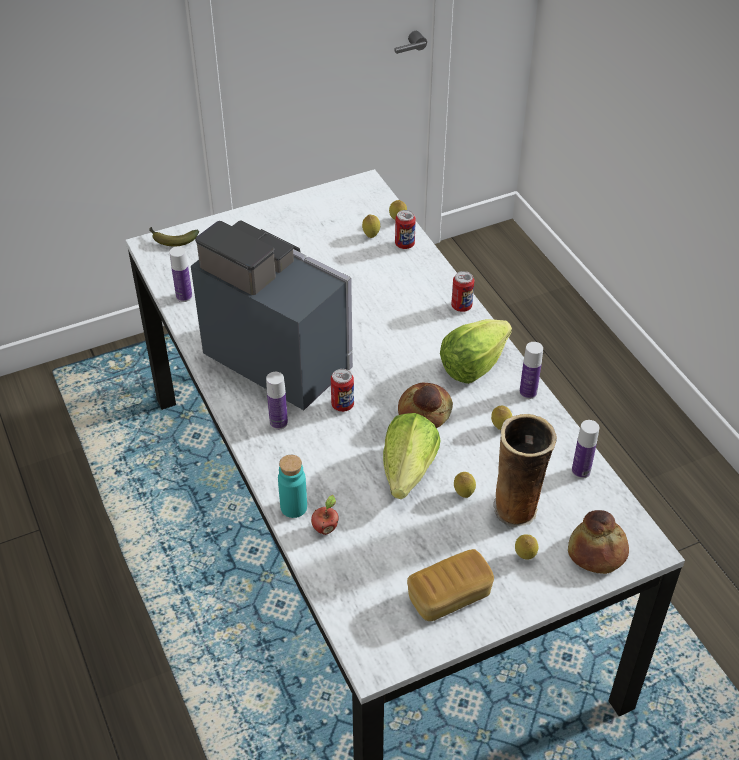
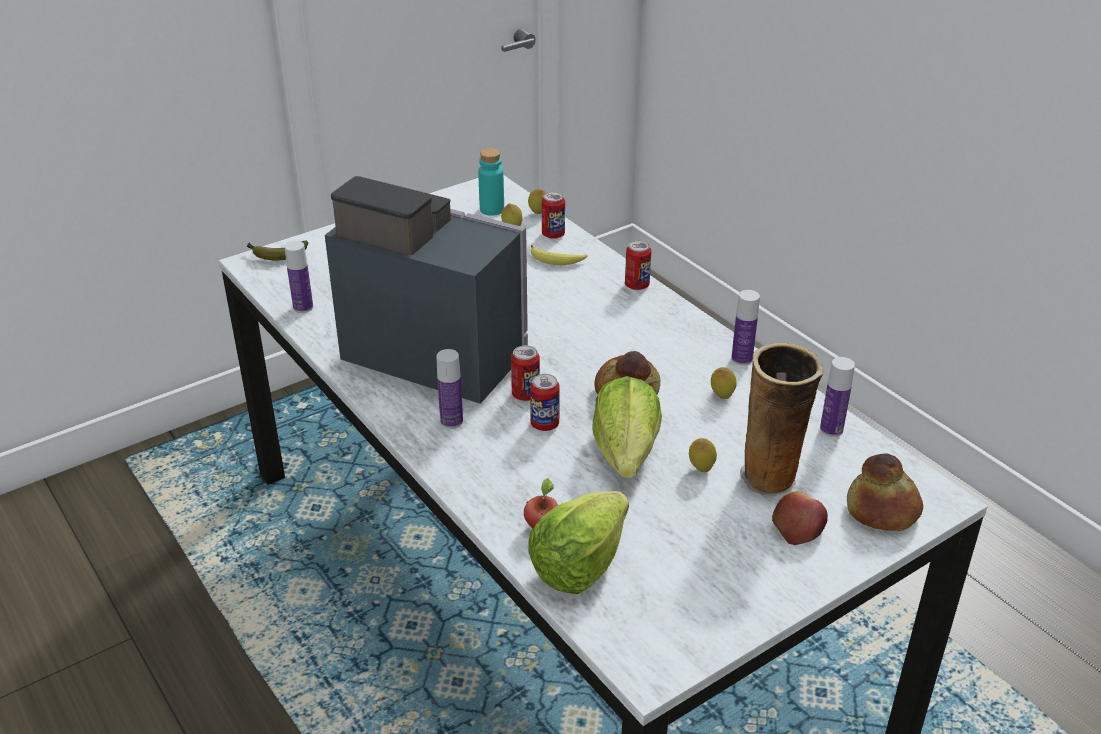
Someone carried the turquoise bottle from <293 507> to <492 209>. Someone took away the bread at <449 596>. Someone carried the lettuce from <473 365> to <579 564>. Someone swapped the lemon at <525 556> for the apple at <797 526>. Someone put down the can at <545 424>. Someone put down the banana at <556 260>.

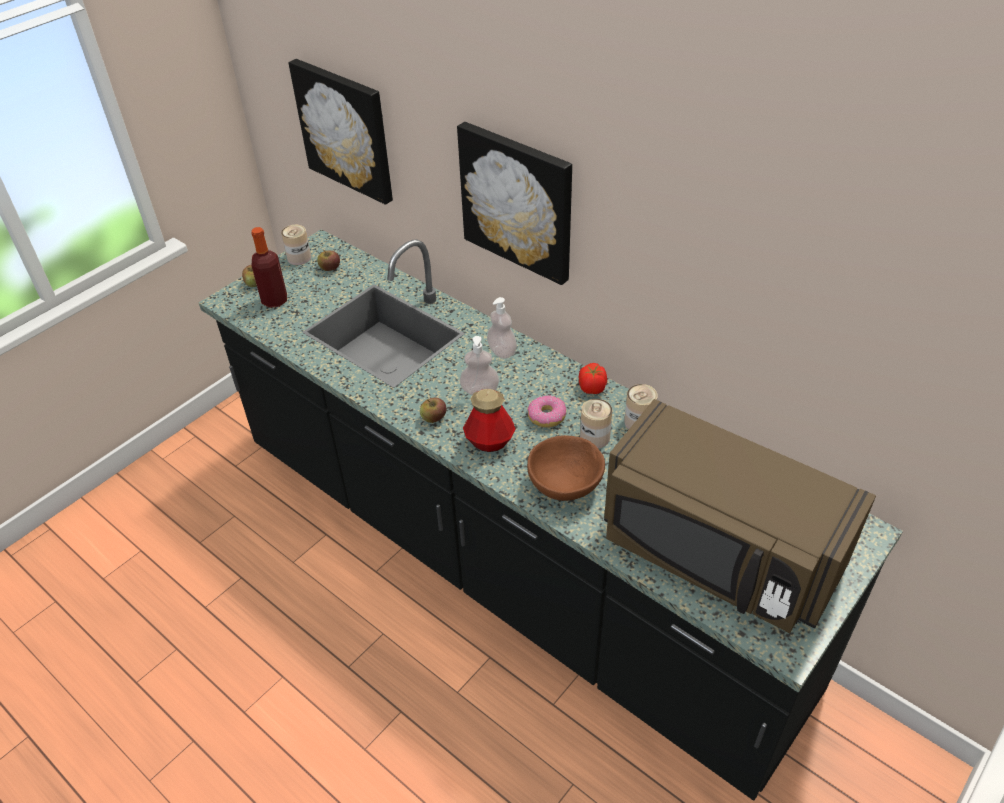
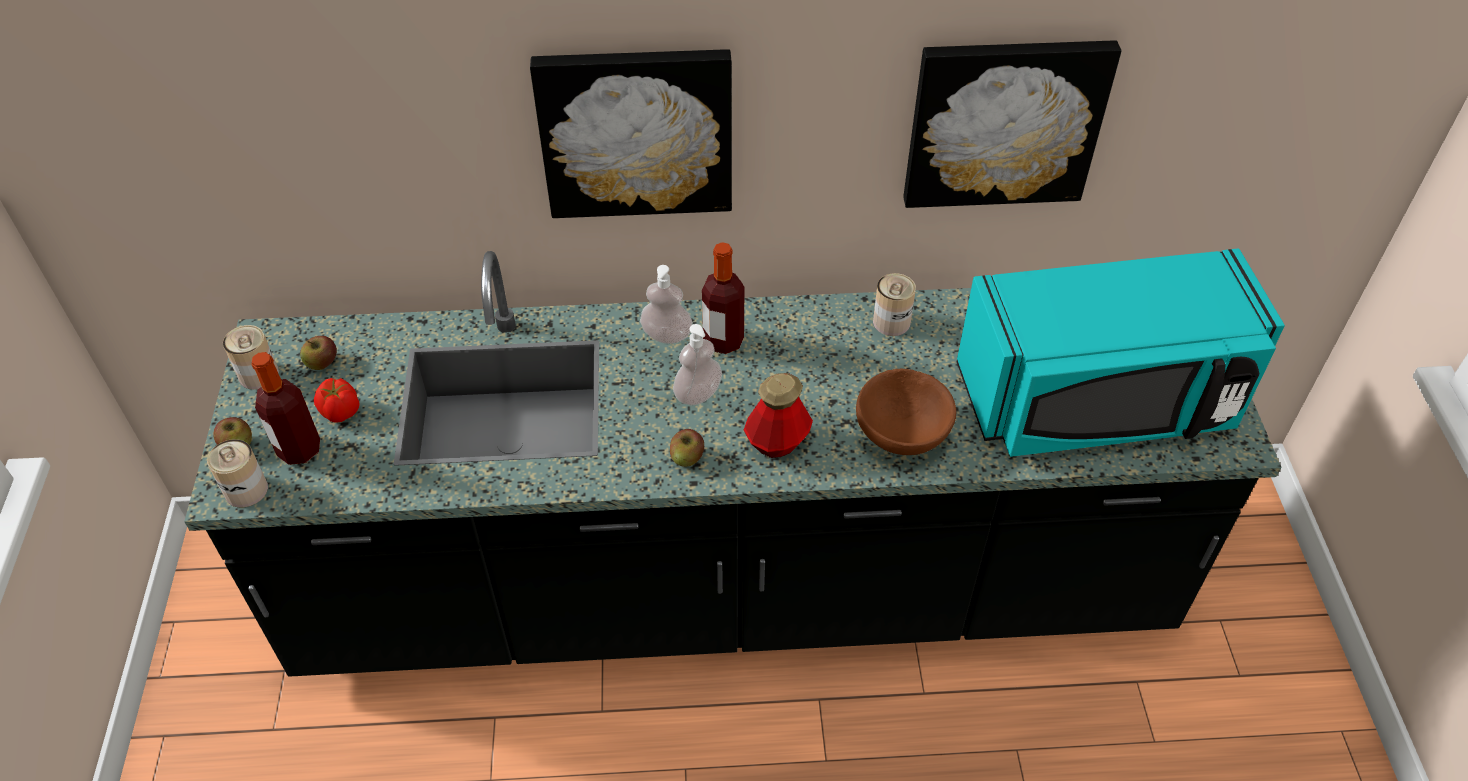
Someone carried the picture from <346 129> to <1004 121>. Someone took away the donut at <547 416>. Someone carried the tomato from <591 388> to <340 412>. Someone carried the can from <595 437> to <246 490>. Someone repainted the brown microwave at <717 554>, which became the turquoise microwave at <1100 402>. Someone put down the bottle at <723 341>.

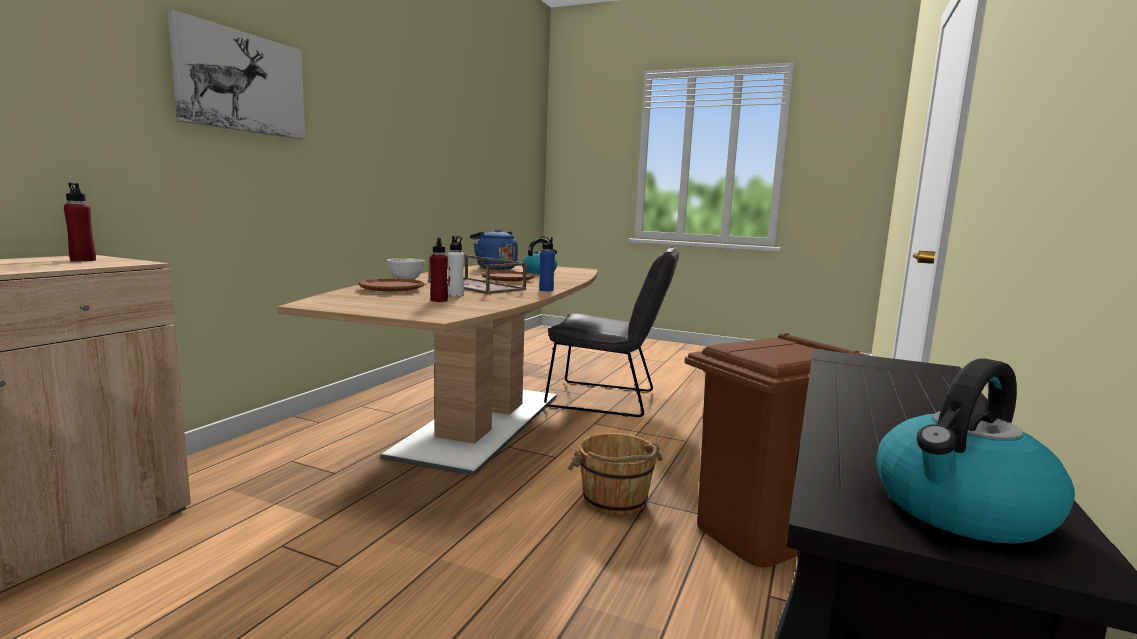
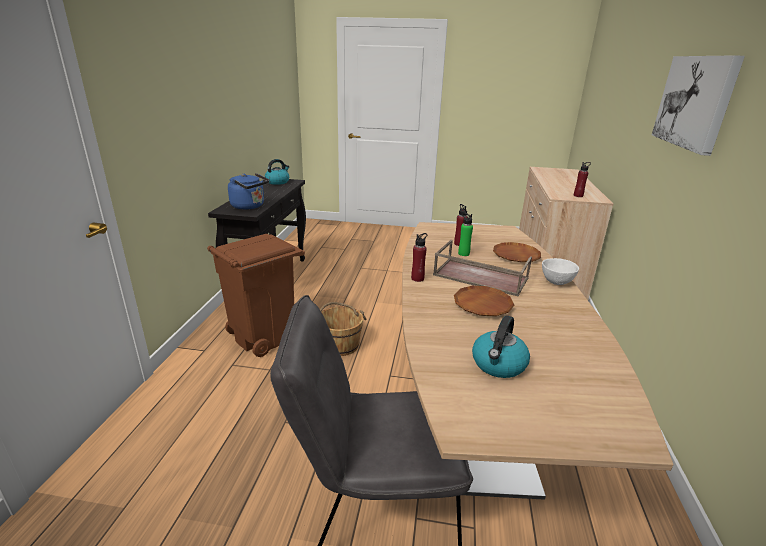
Someone repainted the white bottle at <455 295>, which became the green bottle at <463 253>. Someone carried the blue kettle from <494 268> to <250 206>. Someone repainted the blue bottle at <546 290>, which became the red bottle at <417 278>.

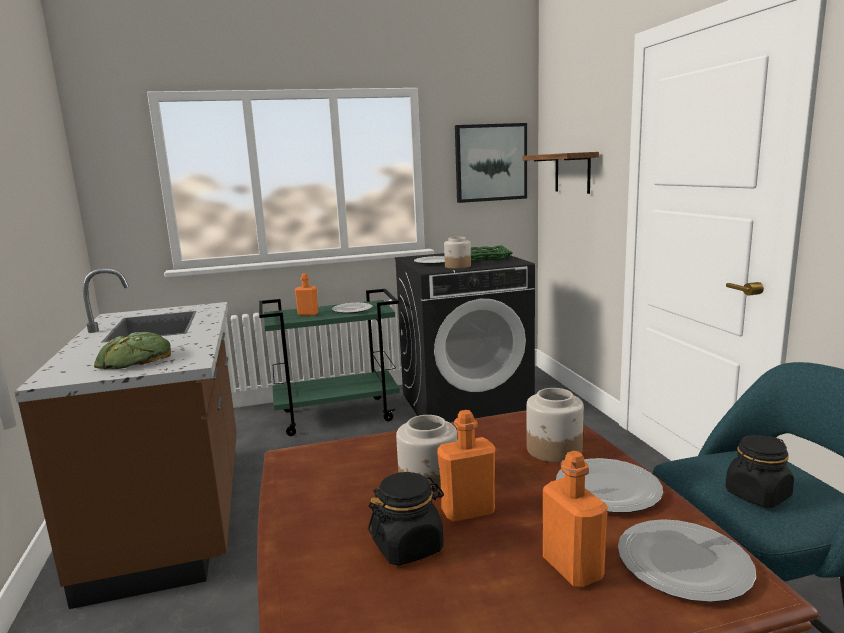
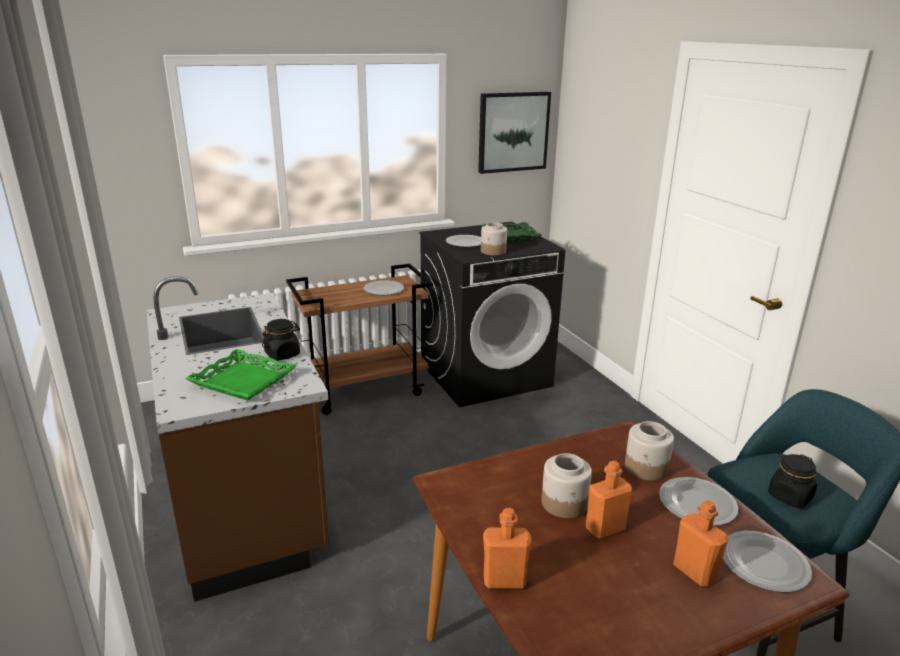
Someone swapped the bread at <135 359> for the green tray at <244 380>. Someone repainted the green cart at <338 415>, which became the brown cart at <365 390>. Someone carried the orange bottle from <308 314> to <504 580>. Someone carried the black jar from <408 546> to <282 354>. Someone took away the shelf at <572 172>.

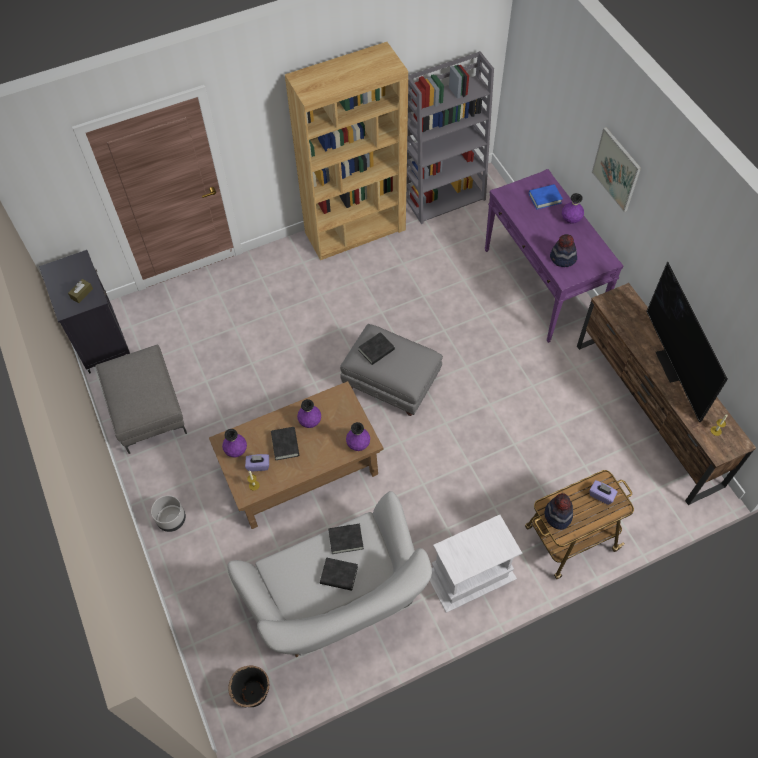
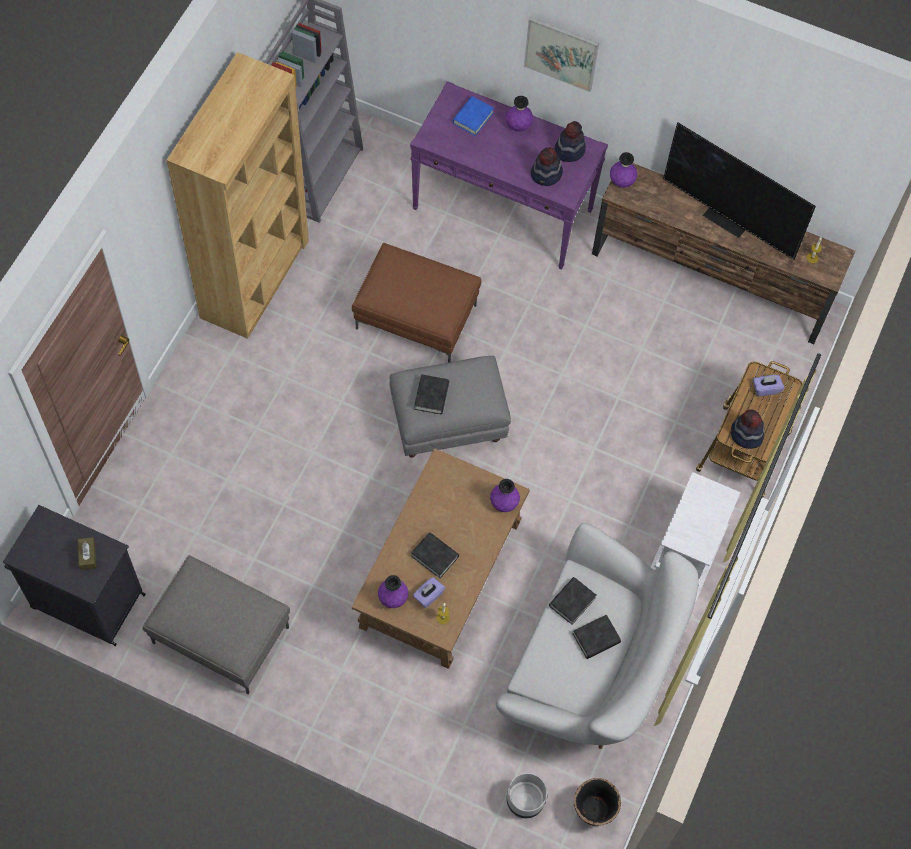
Someone carried the grey planter from <171 520> to <525 800>. Someone carried the purple vase from <310 422> to <621 182>. Someone put down the brown ottoman at <417 316>. Someone put down the hat at <569 150>.

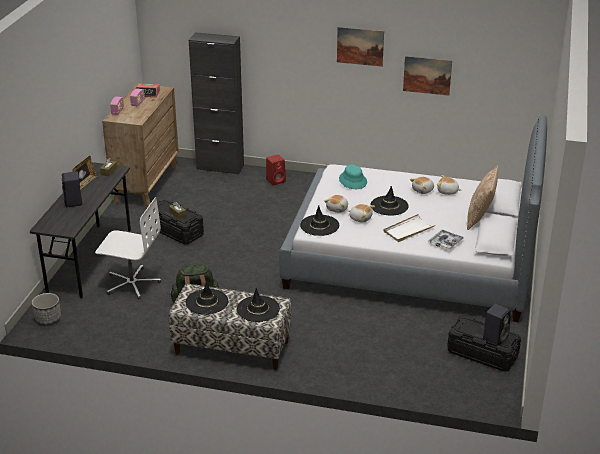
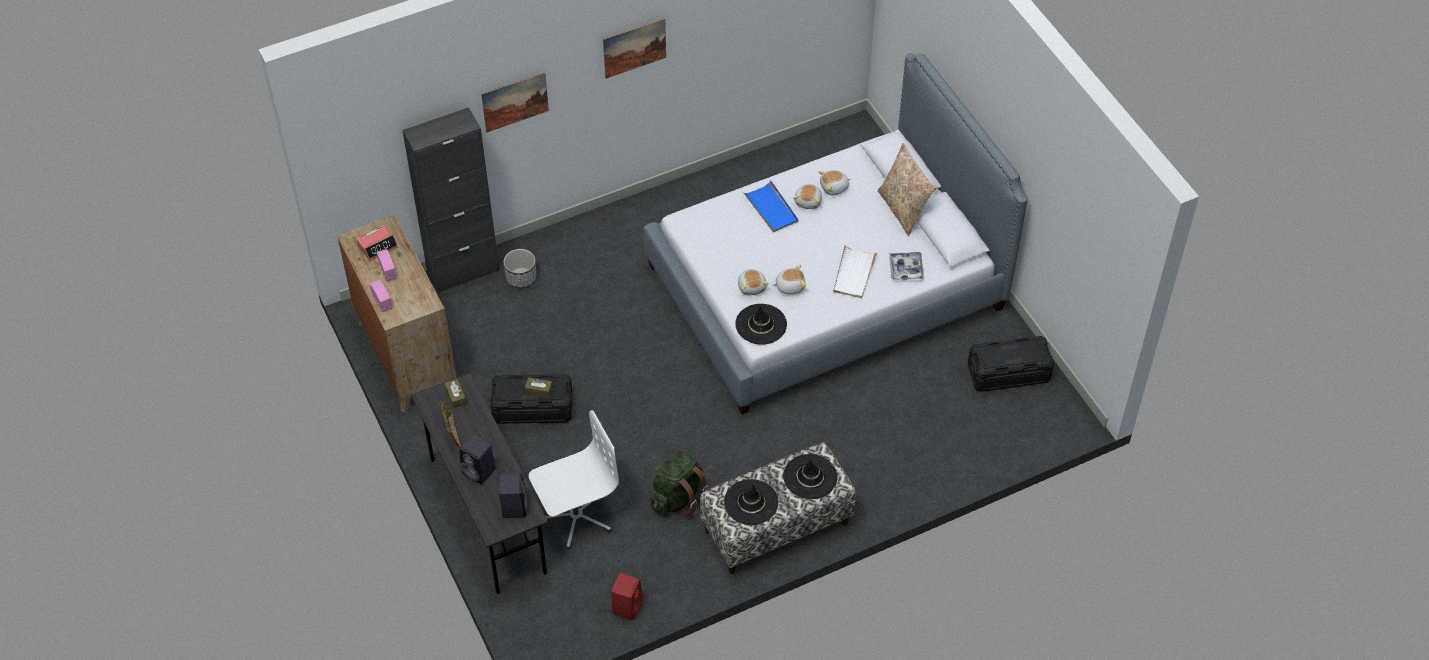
Someone carried the planter from <48 318> to <521 278>. Someone carried the red speaker from <276 180> to <627 605>. Someone took away the turquoise hat at <353 180>. Someone took away the black hat at <389 206>. Someone carried the picture from <427 75> to <515 101>. Someone carried the black speaker from <495 337> to <514 506>. Someone put down the blue tray at <771 209>.

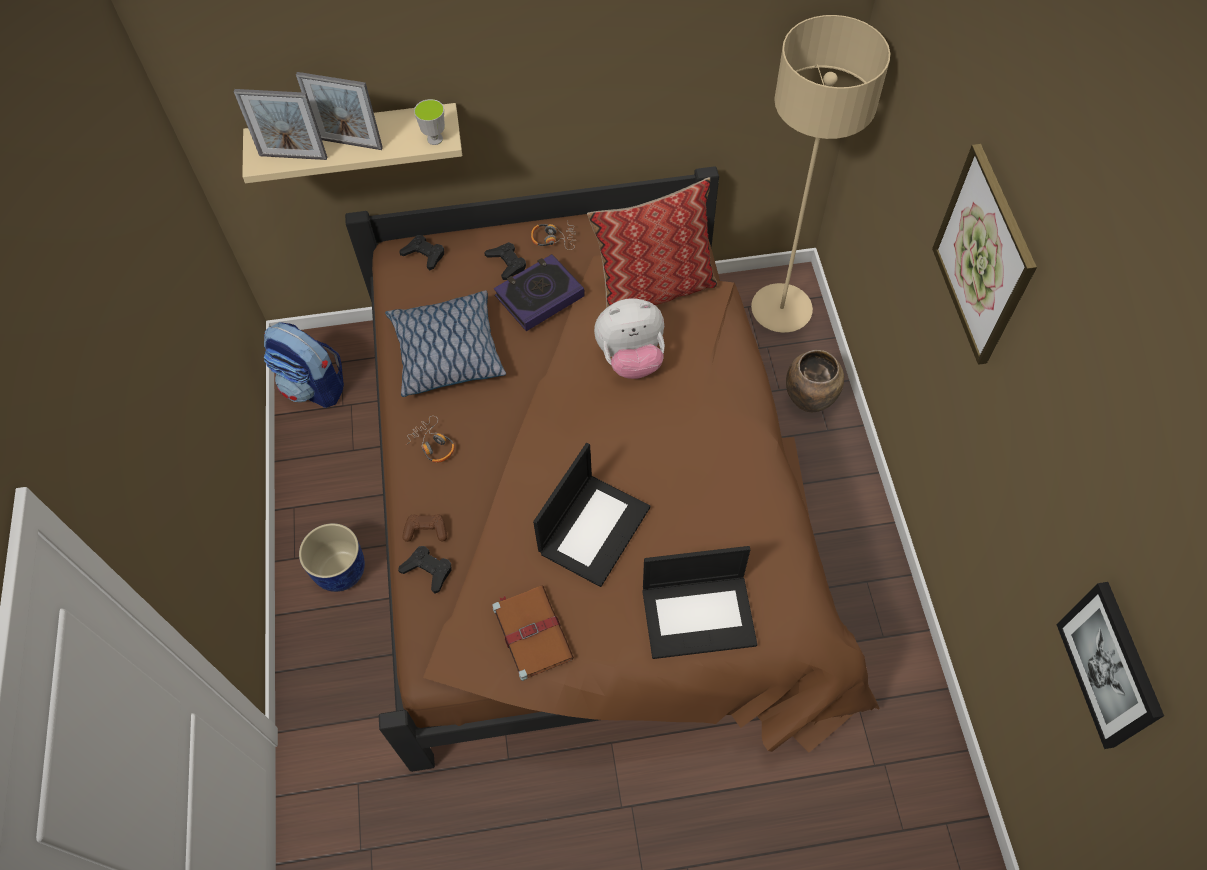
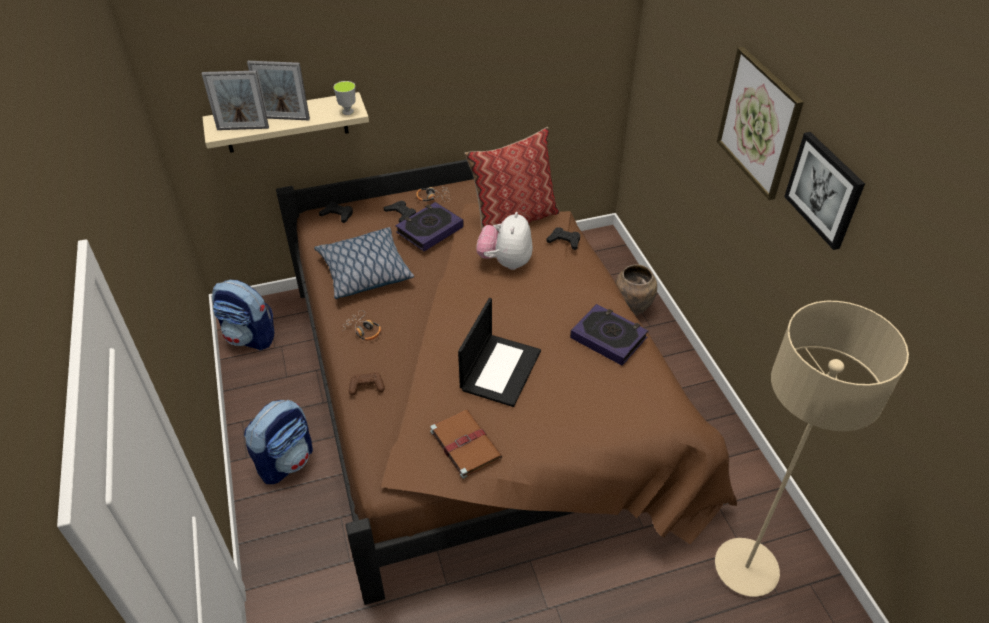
Someone swapped the blue planter at <340 569> for the backpack at <286 461>. Someone carried the black game controller from <428 570> to <564 241>. Someone rotated the plush toy at <631 358> by 120 degrees clockwise. Someone took away the laptop at <699 615>. Someone carried the beige floor lamp from <781 310> to <746 568>. Someone carried the picture from <1111 665> to <825 189>. Someone put down the book at <608 338>.

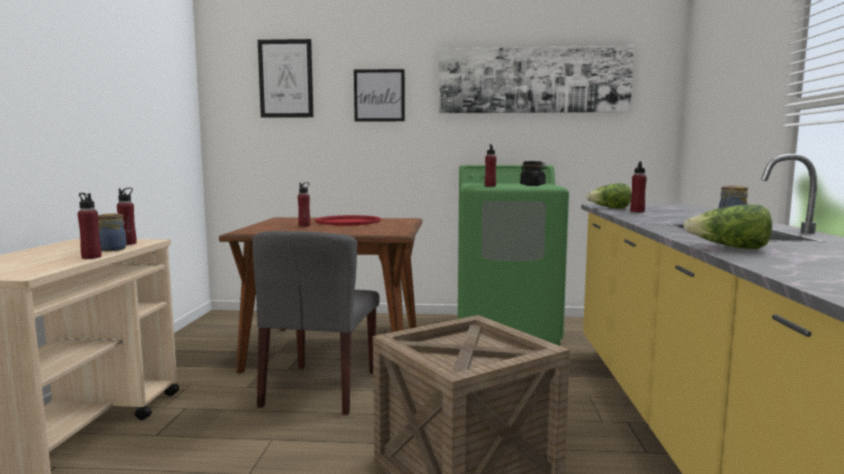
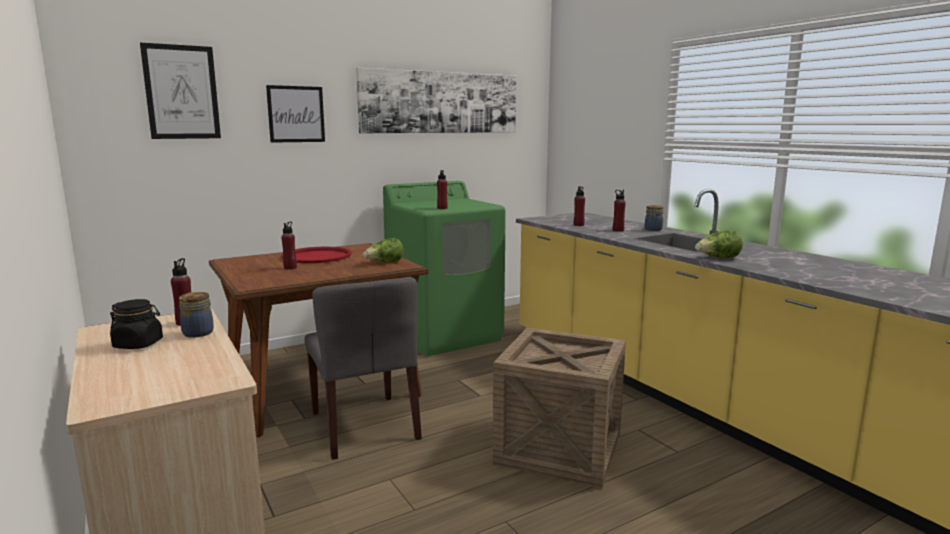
Someone carried the red bottle from <91 257> to <618 230>. Someone carried the black jar from <533 185> to <138 344>. Someone carried the lettuce from <609 208> to <385 262>.

